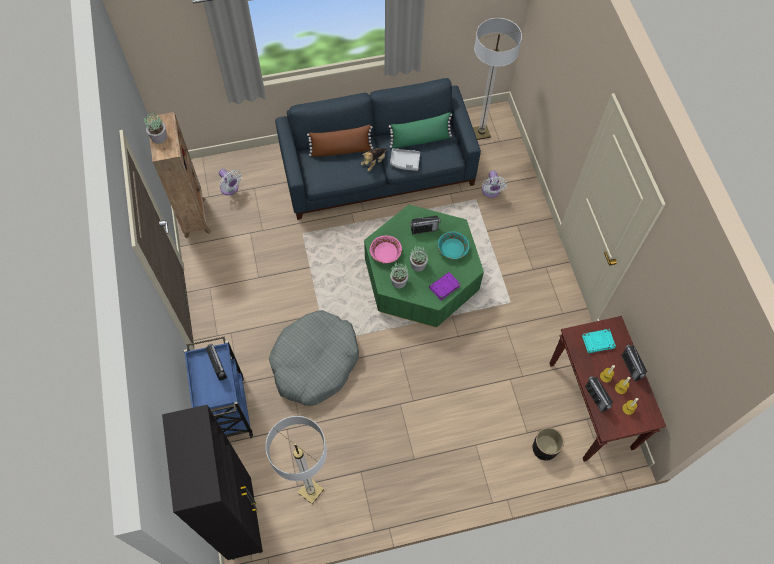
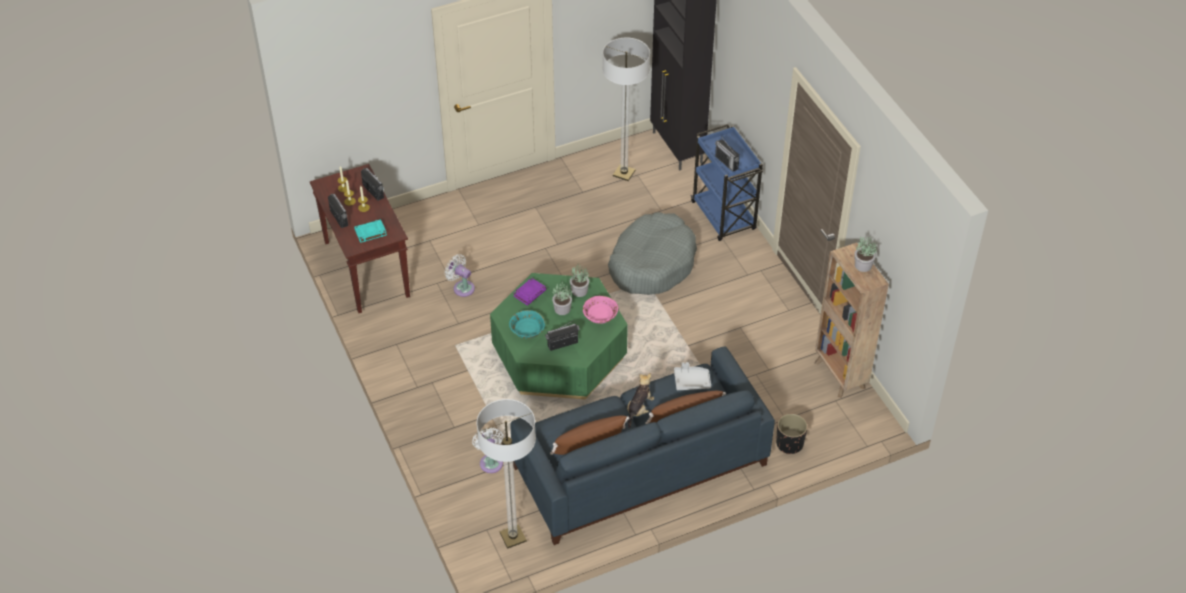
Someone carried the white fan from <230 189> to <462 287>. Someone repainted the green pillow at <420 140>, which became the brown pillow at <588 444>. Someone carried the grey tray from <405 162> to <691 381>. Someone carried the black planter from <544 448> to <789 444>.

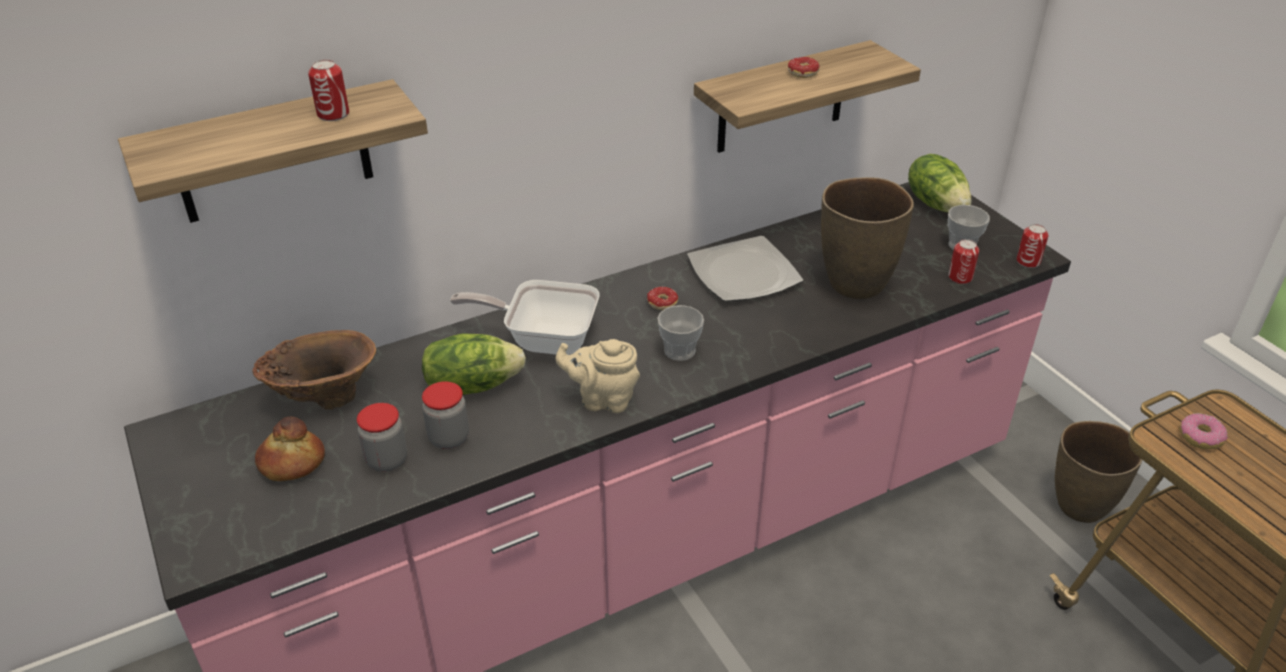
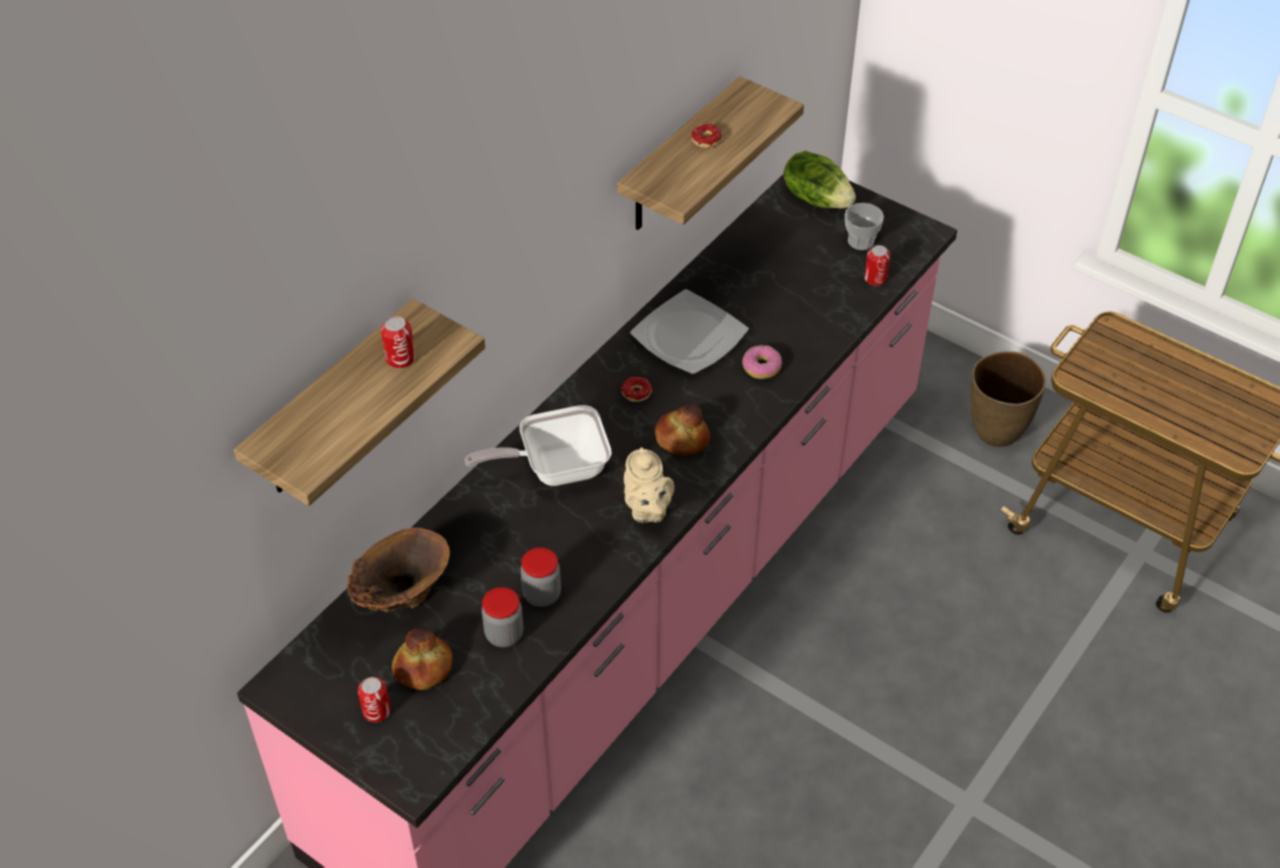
Someone took away the lettuce at <472 385>. Someone rotated the beige teapot at <603 399> by 90 degrees counterclockwise. Someone swapped the cup at <679 351> for the bread at <681 438>. Someone took away the brown vase at <854 284>. Someone carried the can from <1028 261> to <376 711>. Someone carried the donut from <1200 437> to <761 367>.

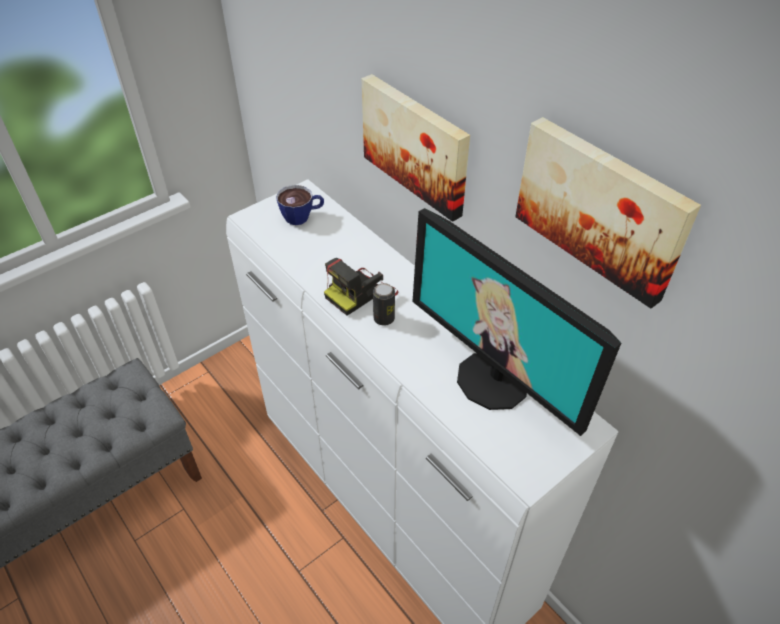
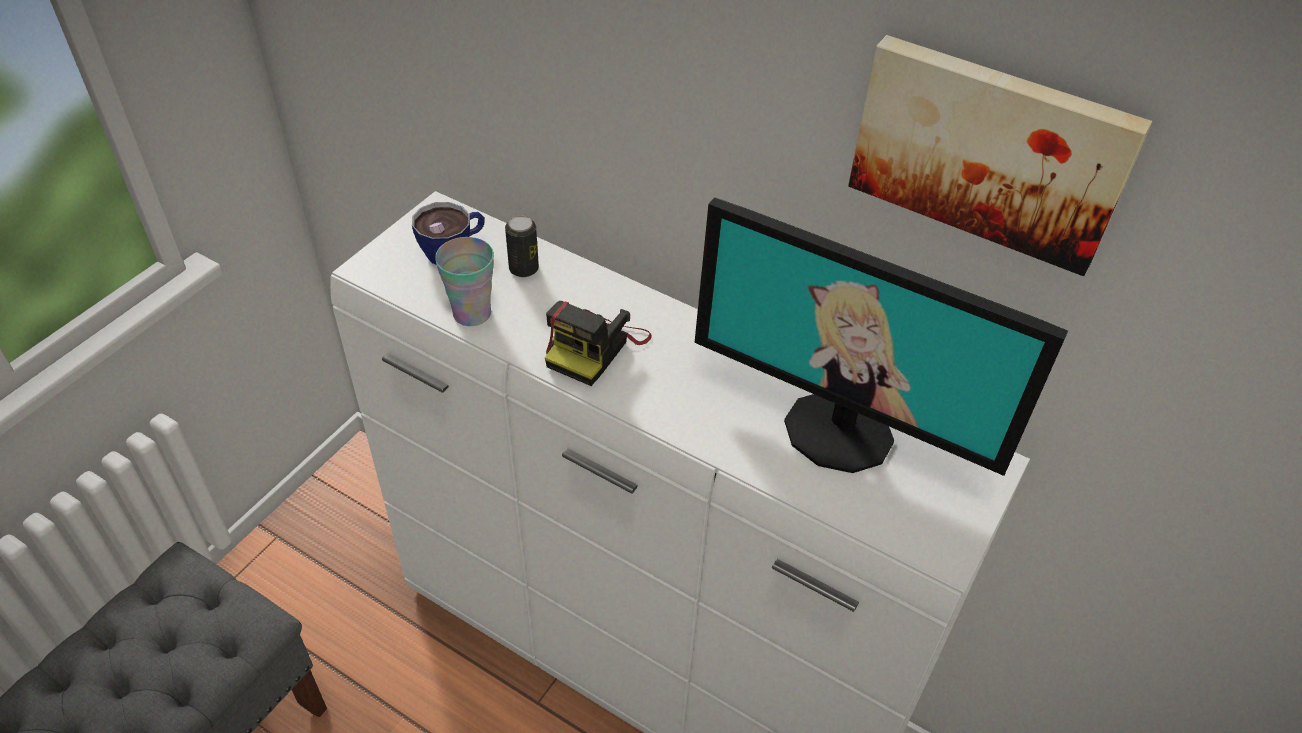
Someone took away the picture at <417 144>. Someone carried the can from <384 318> to <523 269>. Someone put down the cup at <472 313>.

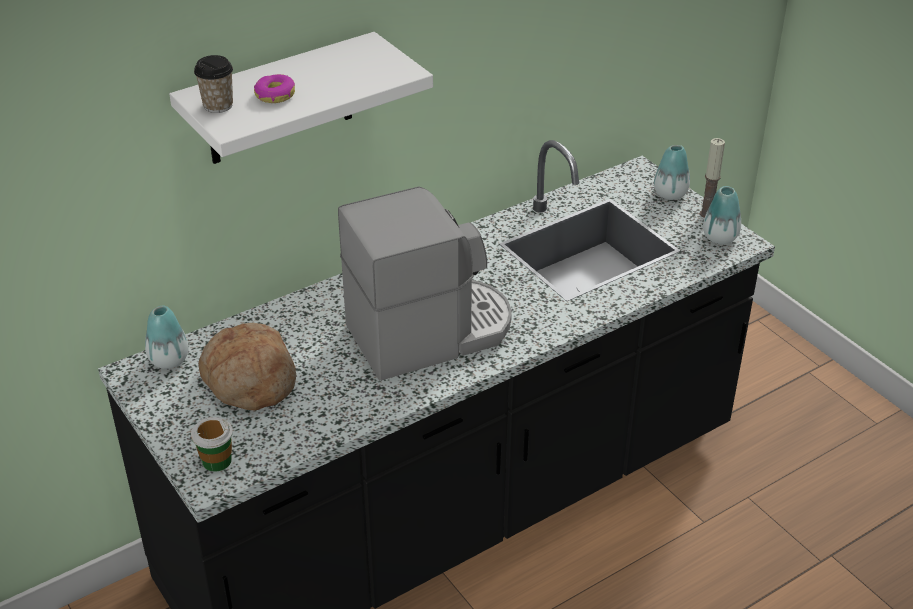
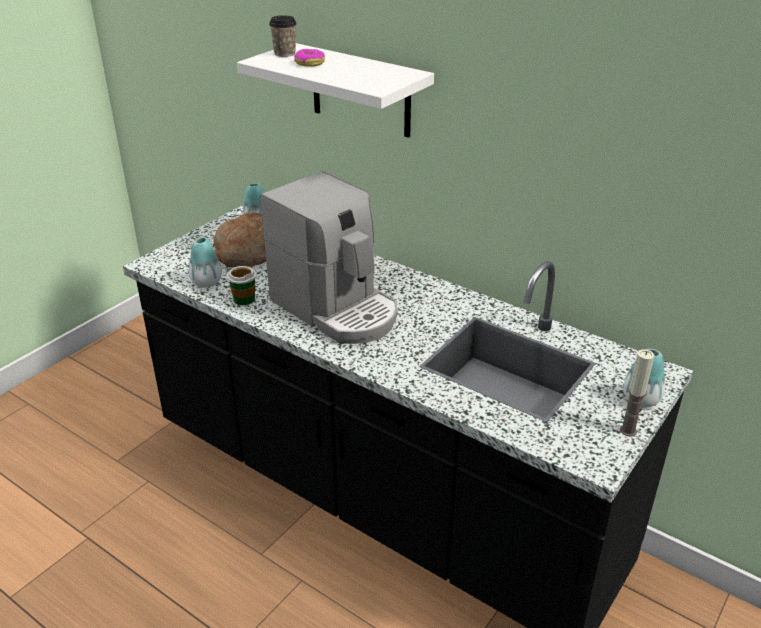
Someone carried the cup from <216 461> to <244 299>. Someone carried the vase from <720 237> to <207 282>.

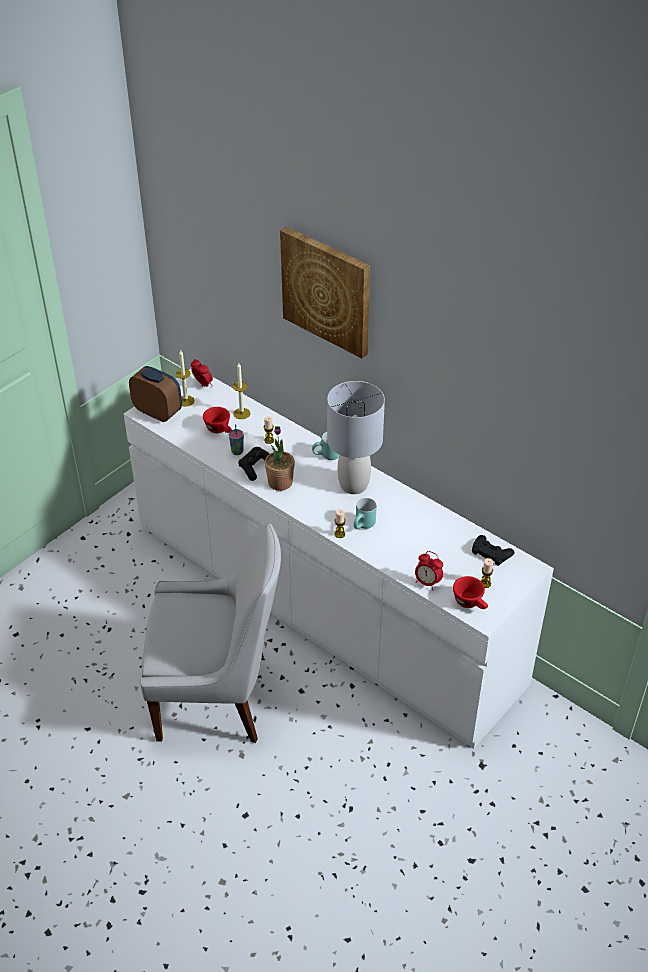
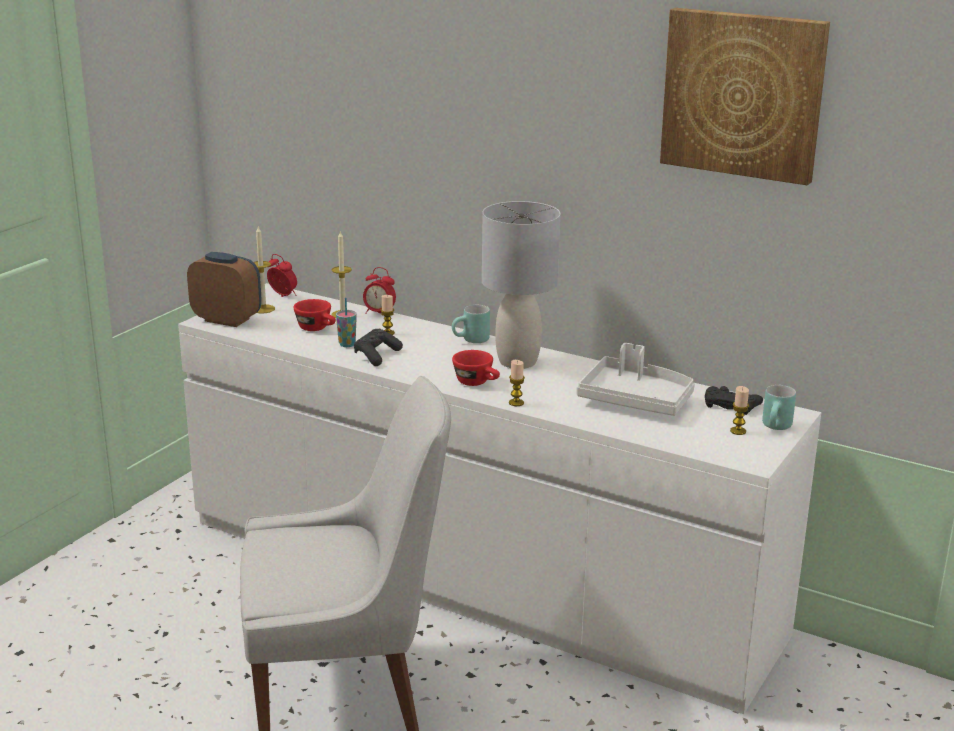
Someone took away the potted plant at <280 482>. Someone carried the picture from <327 291> to <743 94>. Someone carried the turquoise mug from <364 526> to <777 428>. Someone carried the alarm clock from <427 582> to <379 313>. Someone carried the red cup from <471 603> to <477 383>. Someone put down the white tray at <636 400>.

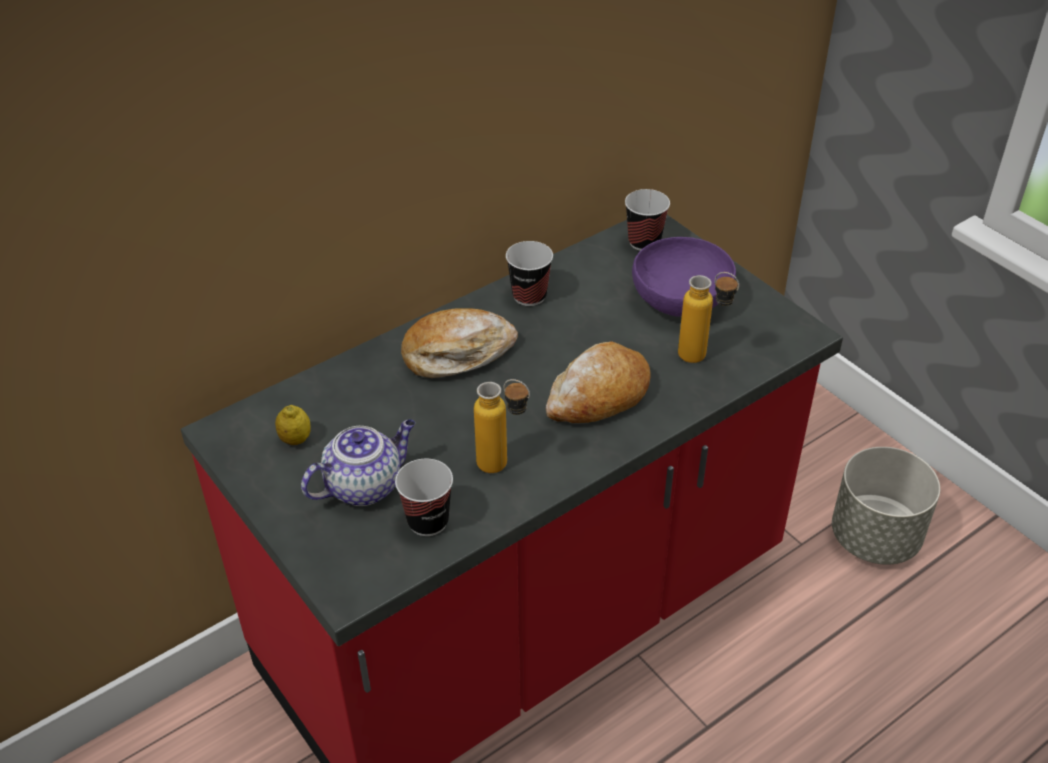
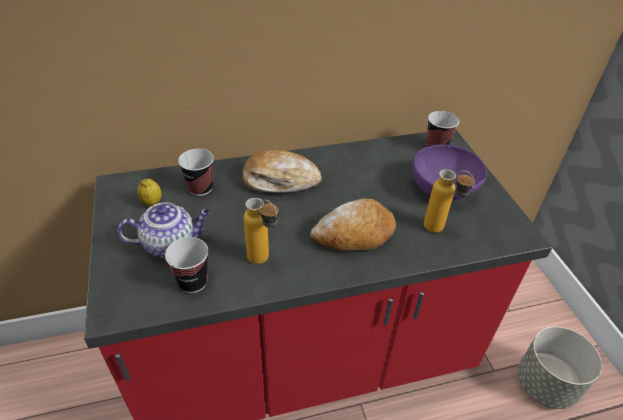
Someone carried the cup from <529 296> to <200 188>.

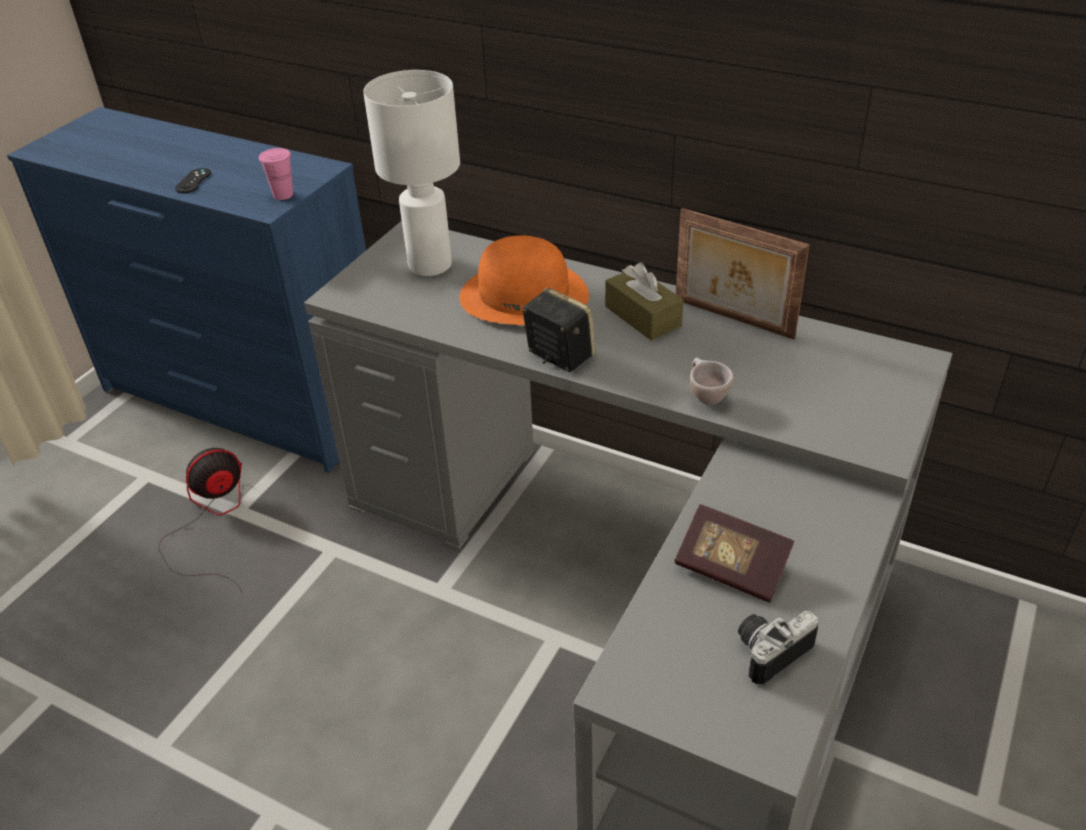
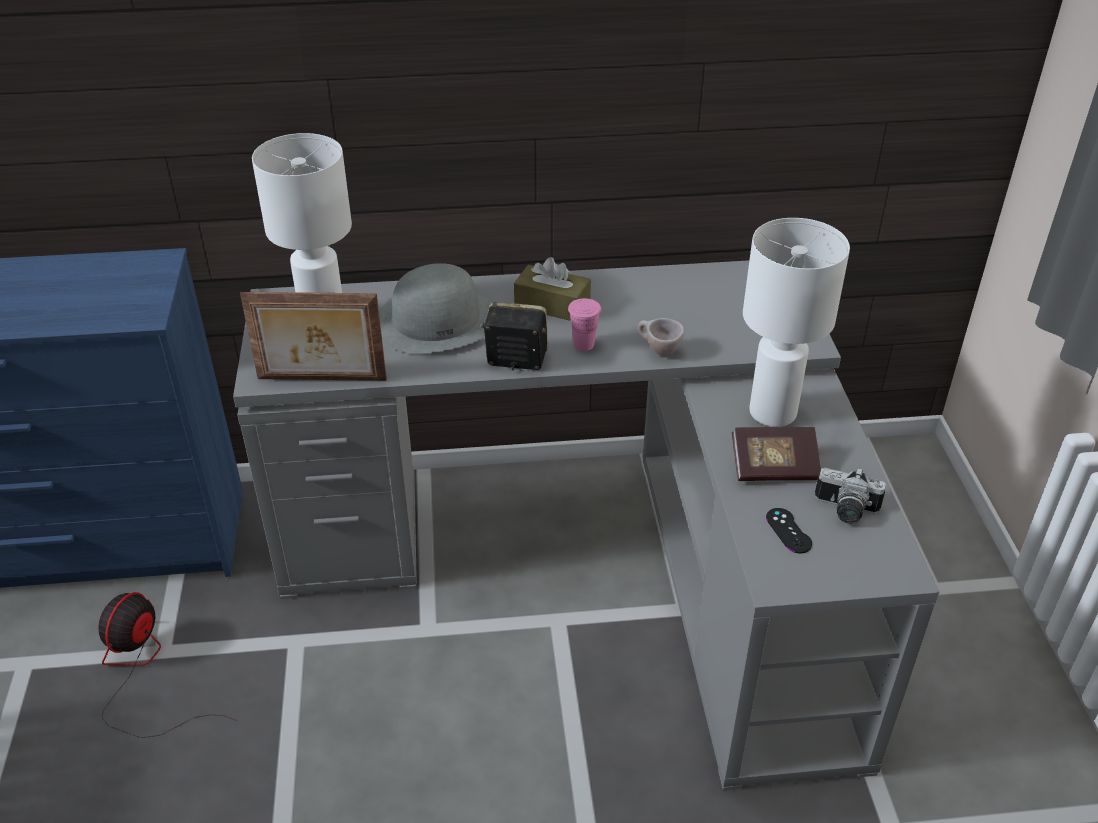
Someone carried the black game controller from <193 181> to <788 531>. Someone carried the pink cup from <283 195> to <583 344>. Someone repainted the orange hat at <524 295>, which became the grey hat at <437 320>. Someone carried the picture frame from <732 319> to <321 380>. Someone rotated the photo camera at <768 650> by 90 degrees counterclockwise. Someone put down the white table lamp at <772 412>.

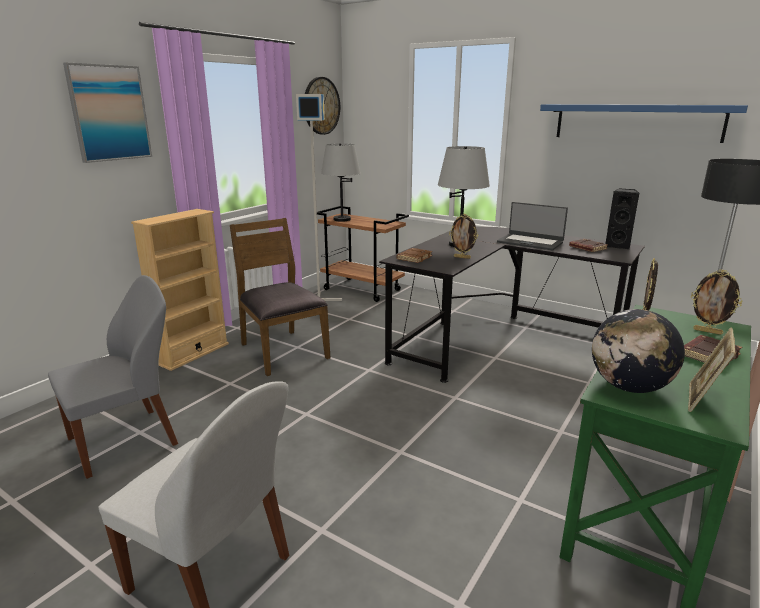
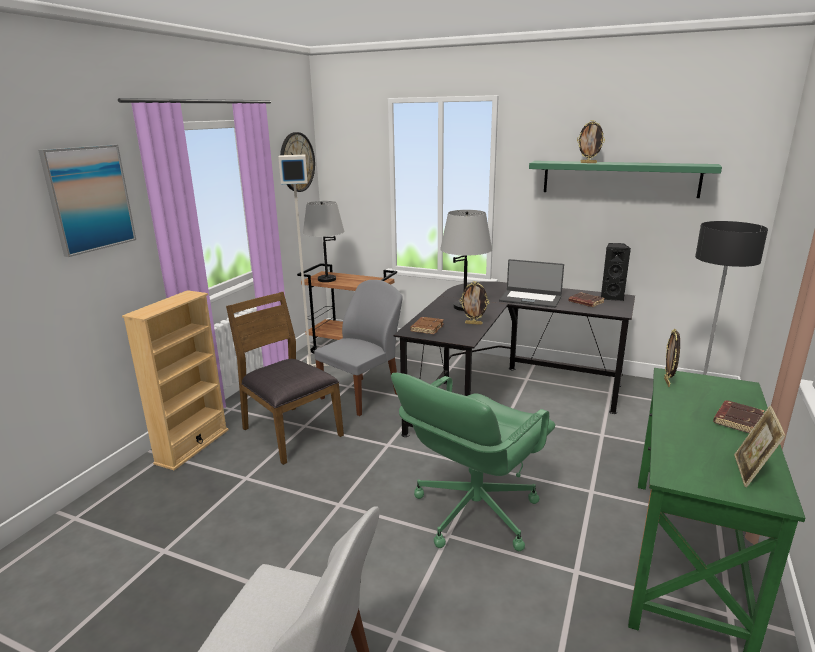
Someone carried the grey chair from <126 440> to <362 395>. Someone repainted the blue shelf at <636 122>, which became the green shelf at <619 178>. Someone took away the globe at <629 387>. Someone carried the picture frame from <707 331> to <588 163>. Someone put down the green office chair at <473 512>.

